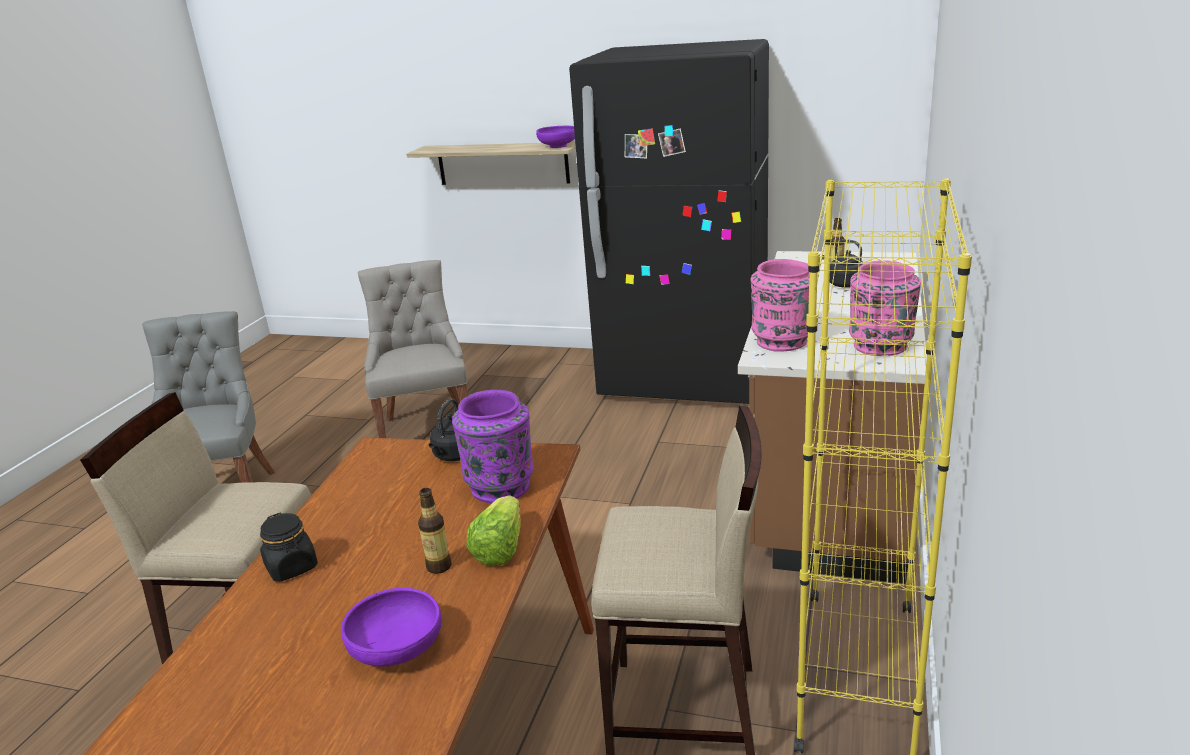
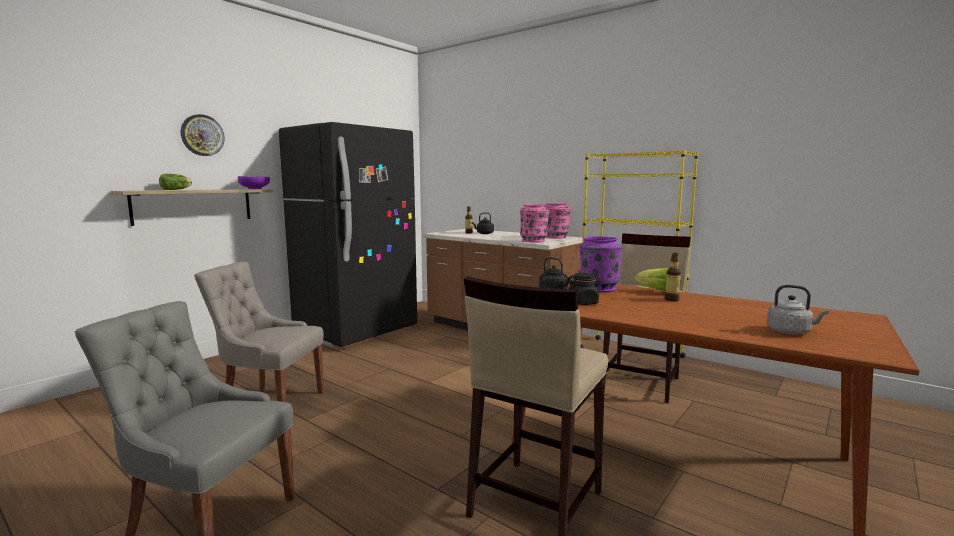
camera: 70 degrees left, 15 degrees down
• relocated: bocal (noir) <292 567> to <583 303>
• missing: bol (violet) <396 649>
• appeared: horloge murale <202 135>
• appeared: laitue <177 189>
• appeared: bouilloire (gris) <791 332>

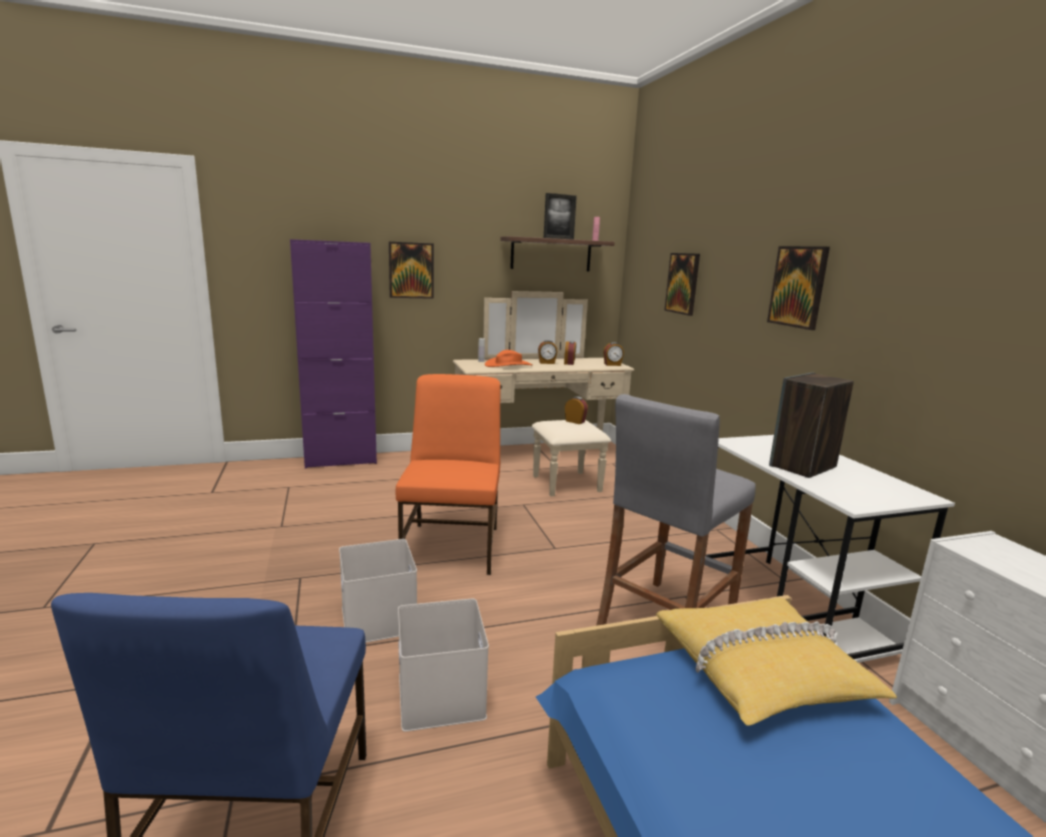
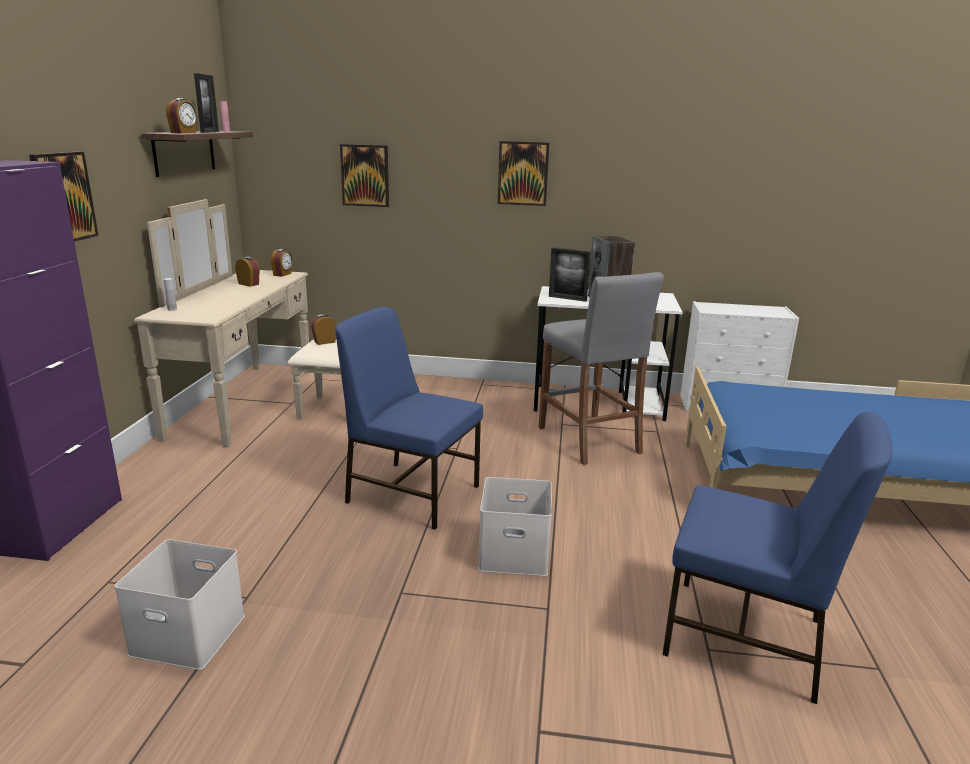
camera: 65 degrees left, 5 degrees up
• relocated: réveil <547 363> to <184 133>
• missing: chapeau (orange) <508 365>
• colour: chaise (orange) <453 546> to chaise (bleu) <411 493>
• missing: coussin (jaune) <762 670>
• relocated: boîte de rangement (blanc) <443 696> to <191 634>
• appeared: cadre photo <567 298>

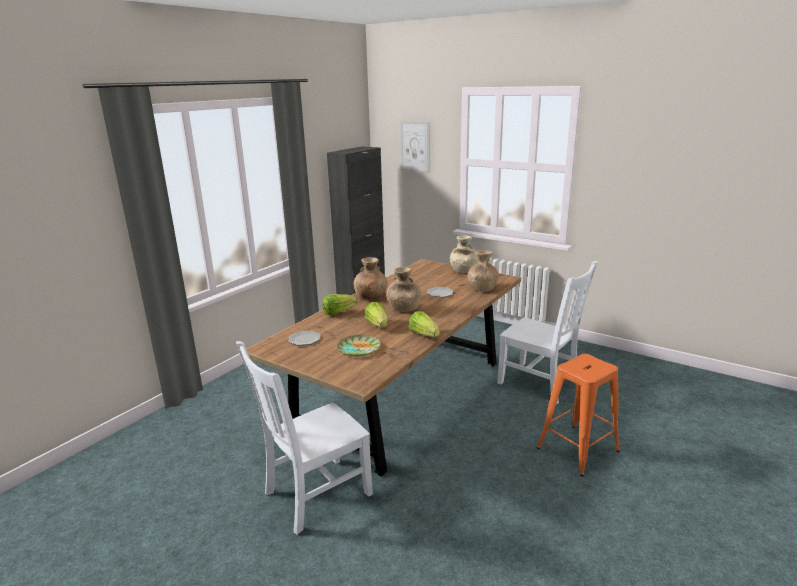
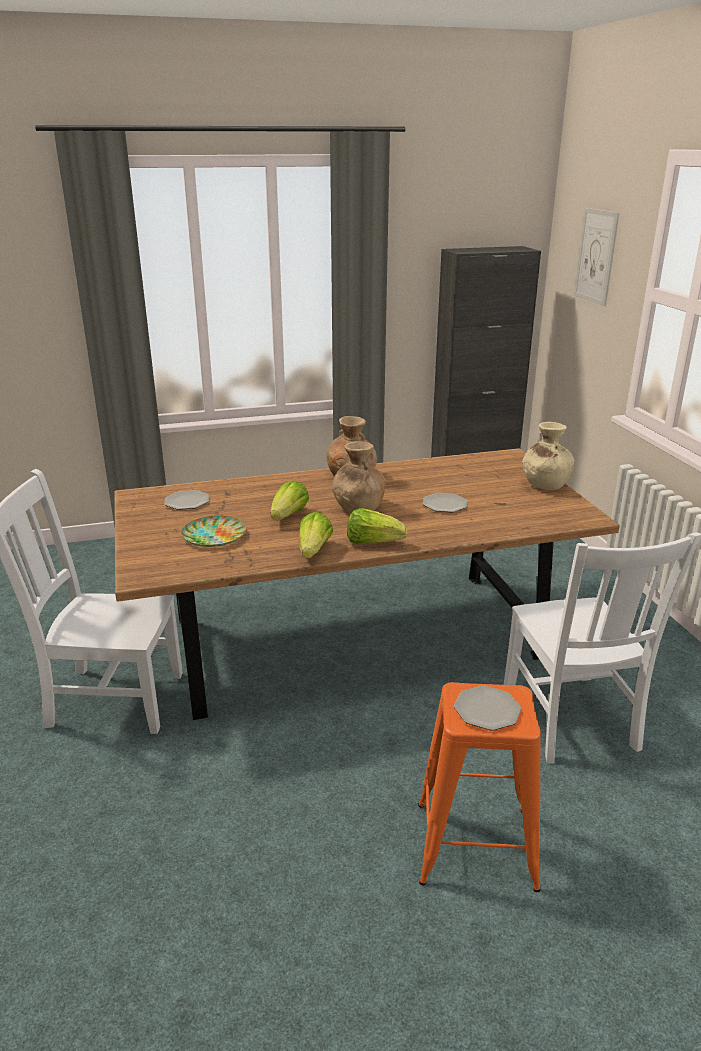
camera: 40 degrees right, 5 degrees up
• missing: vase (marron) <482 288>
• relocated: laitue <338 312> to <373 542>
• appeared: assiette <487 710>

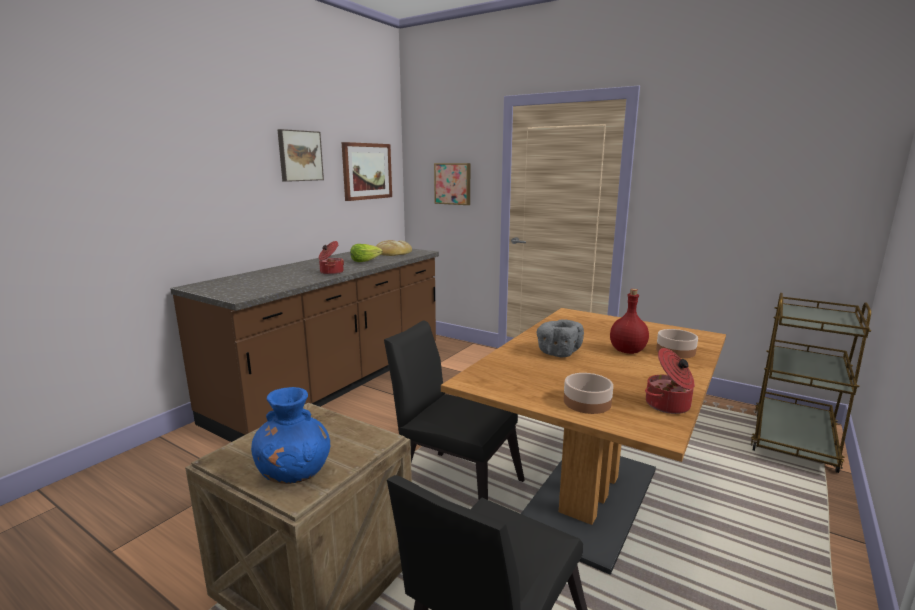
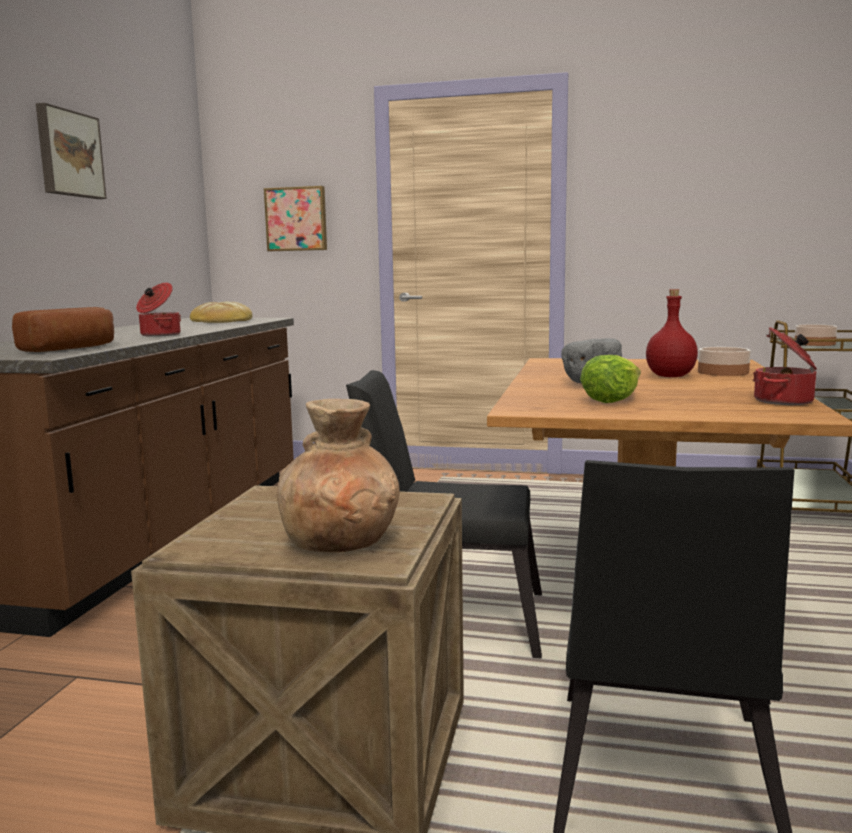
camera: 20 degrees left, 5 degrees down
• missing: tableau <367 171>
• relocated: laitue <365 261> to <611 399>
• relocated: bol <586 403> to <814 344>
• colour: vase (bleu) <294 473> to vase (marron) <341 543>
• appeared: pain <73 348>

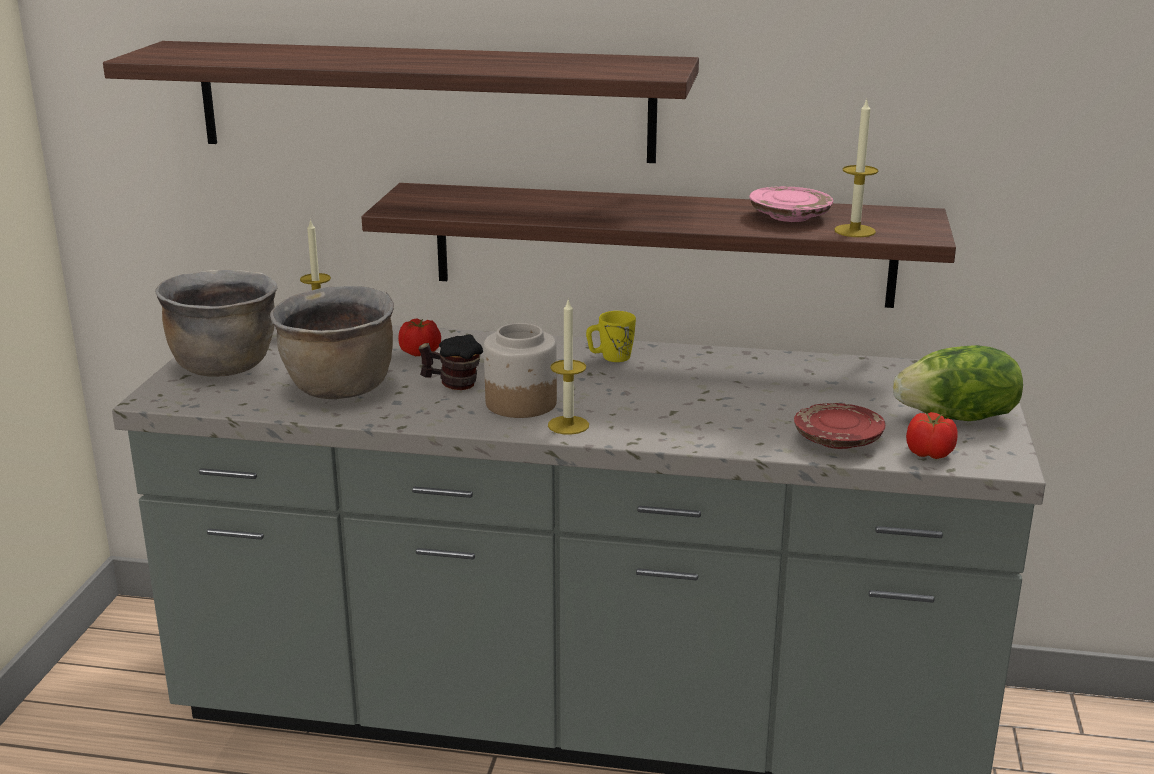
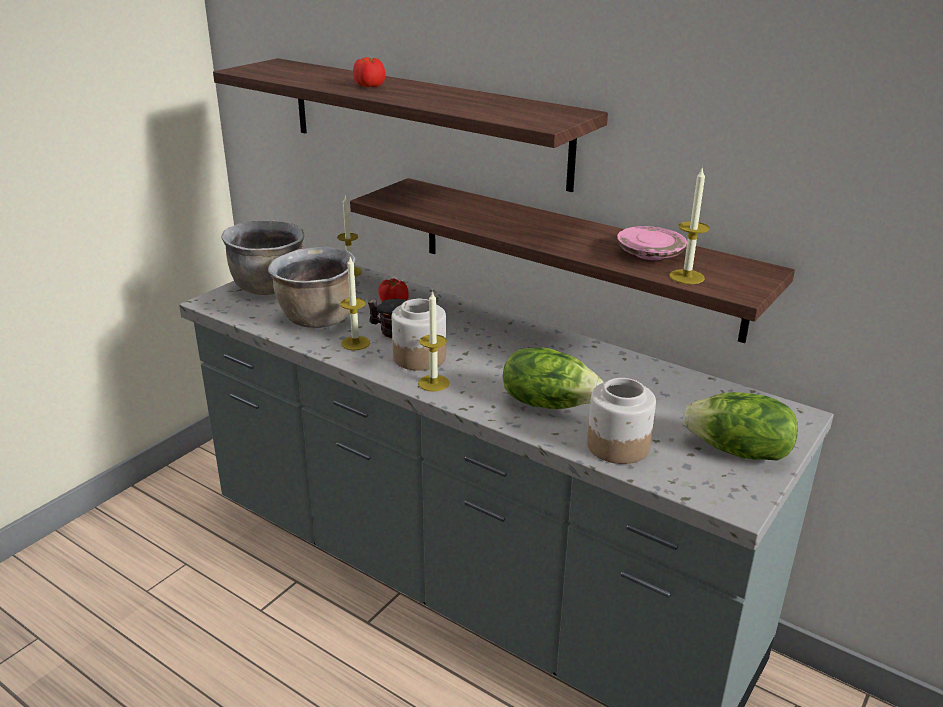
camera: 25 degrees right, 5 degrees up
• missing: mug (jaune) <610 357>
• exchanged: assiette (rouge) <837 440> to bocal <617 446>
• relocated: tomate <930 454> to <369 86>
• appeared: bougie <355 343>
• appeared: laitue <547 403>

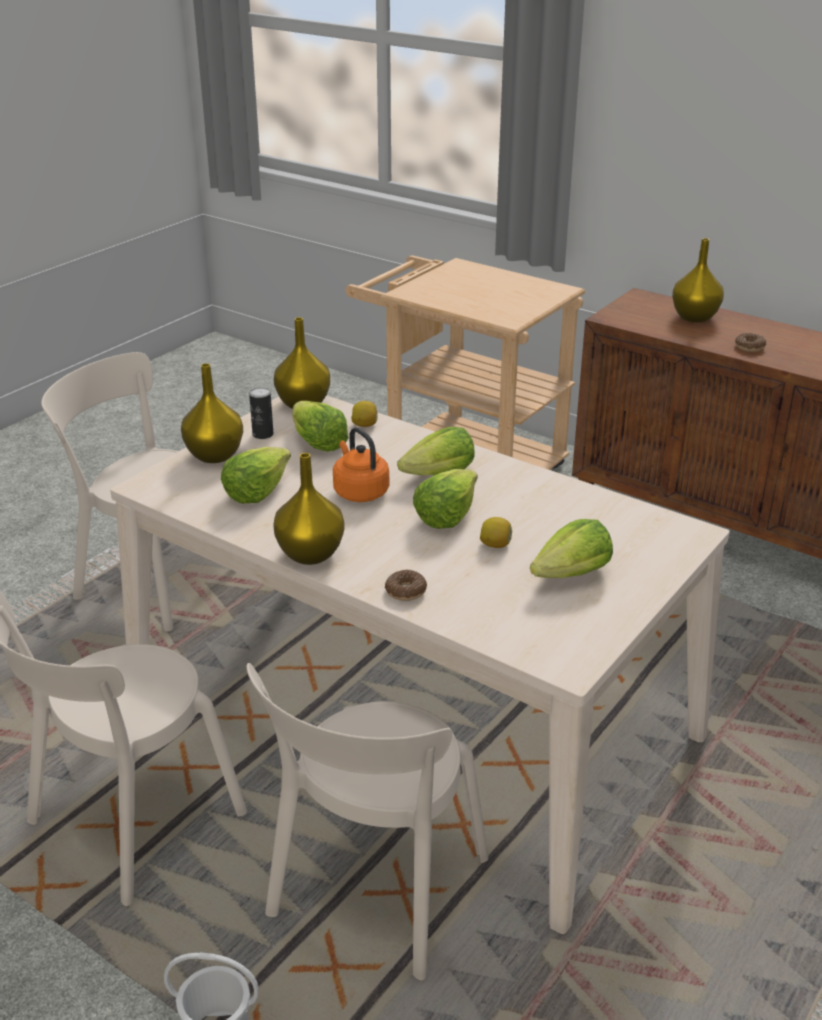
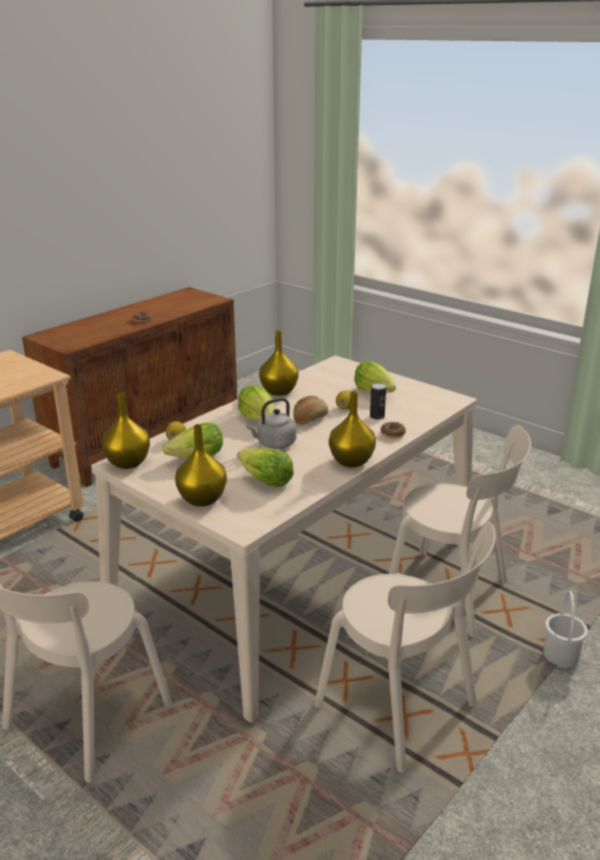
camera: 85 degrees left, 5 degrees down
• relocated: vase (jaune) <694 317> to <278 391>
• relocated: boîte métallique <263 434> to <377 416>
• colour: bouilloire (orange) <359 491> to bouilloire (gris) <274 444>
• exchanged: laitue <446 515> to pain <310 419>

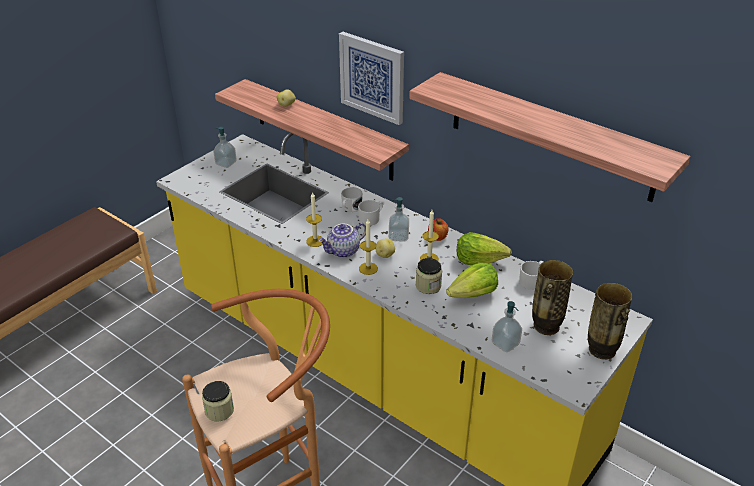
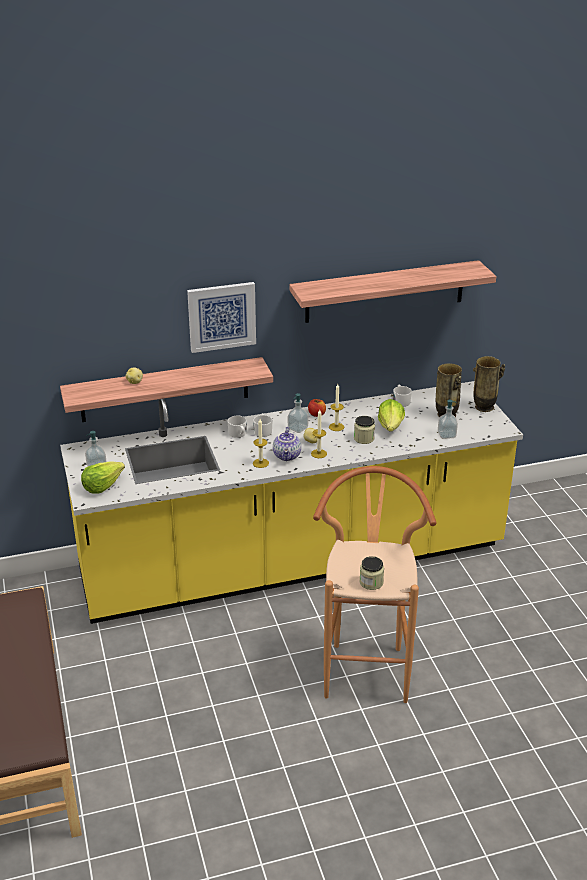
camera: 55 degrees left, 5 degrees down
• relocated: laitue <479 260> to <102 486>

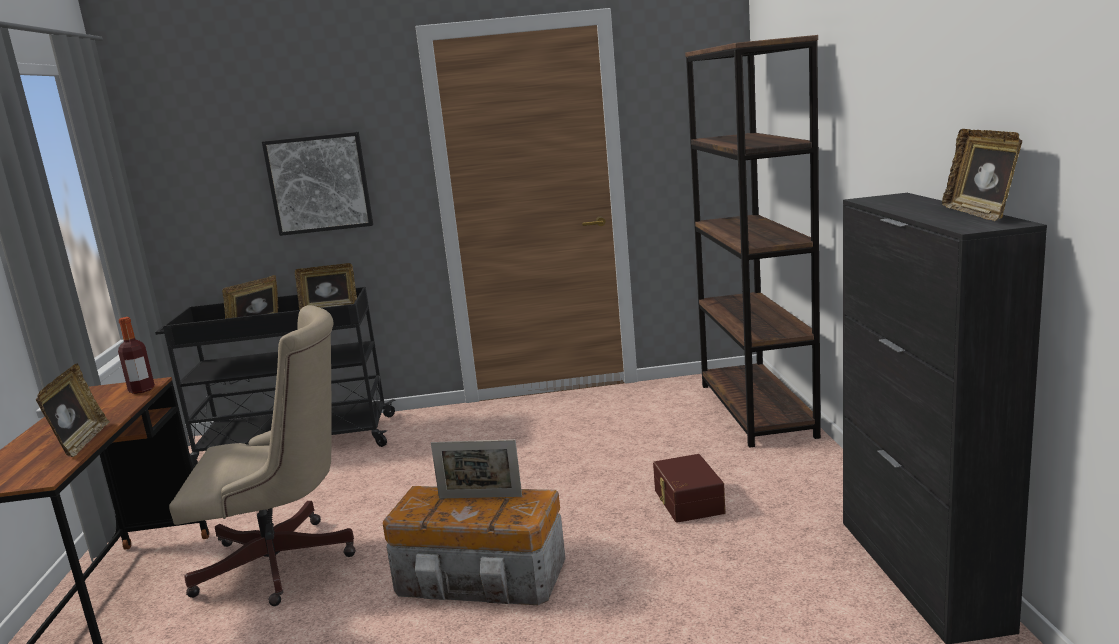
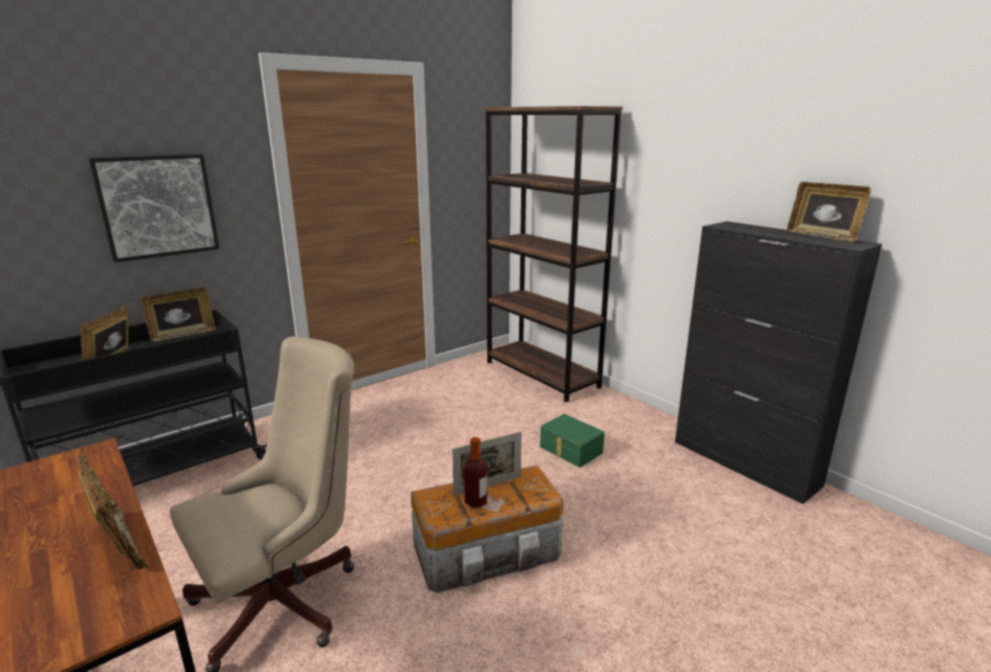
camera: 35 degrees left, 5 degrees up
• relocated: bouteille <142 390> to <476 502>
• colour: boîte de rangement (marron) <687 502> to boîte de rangement (vert) <570 450>

